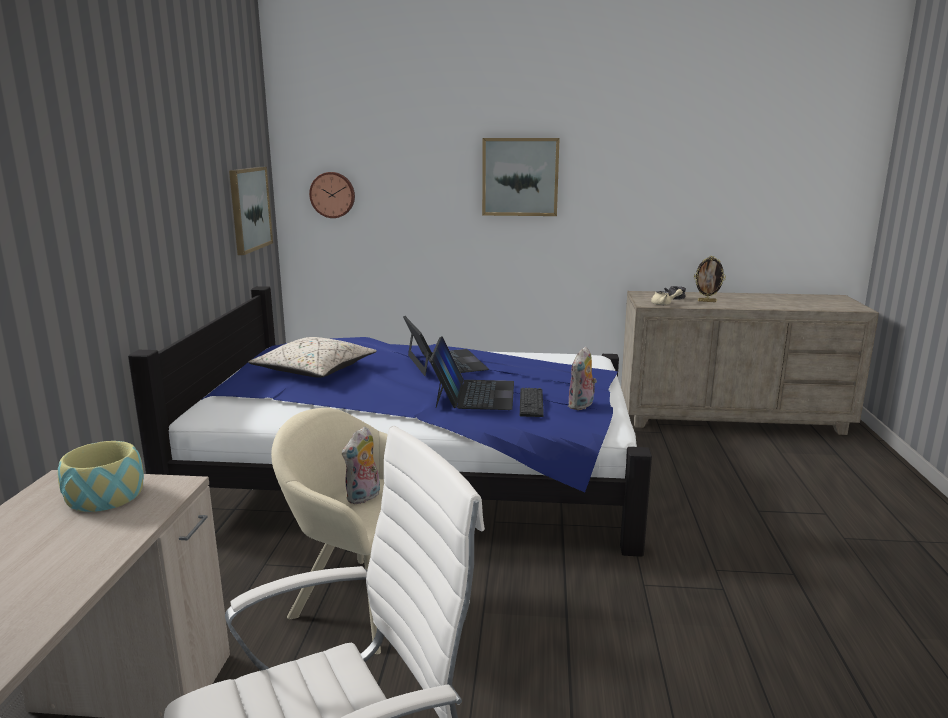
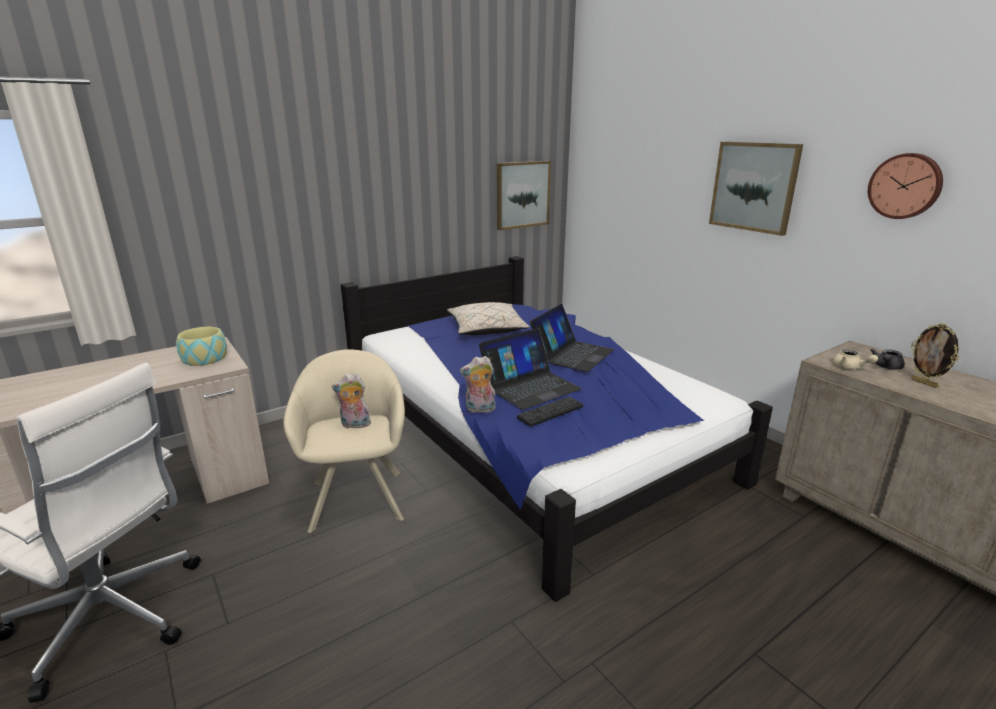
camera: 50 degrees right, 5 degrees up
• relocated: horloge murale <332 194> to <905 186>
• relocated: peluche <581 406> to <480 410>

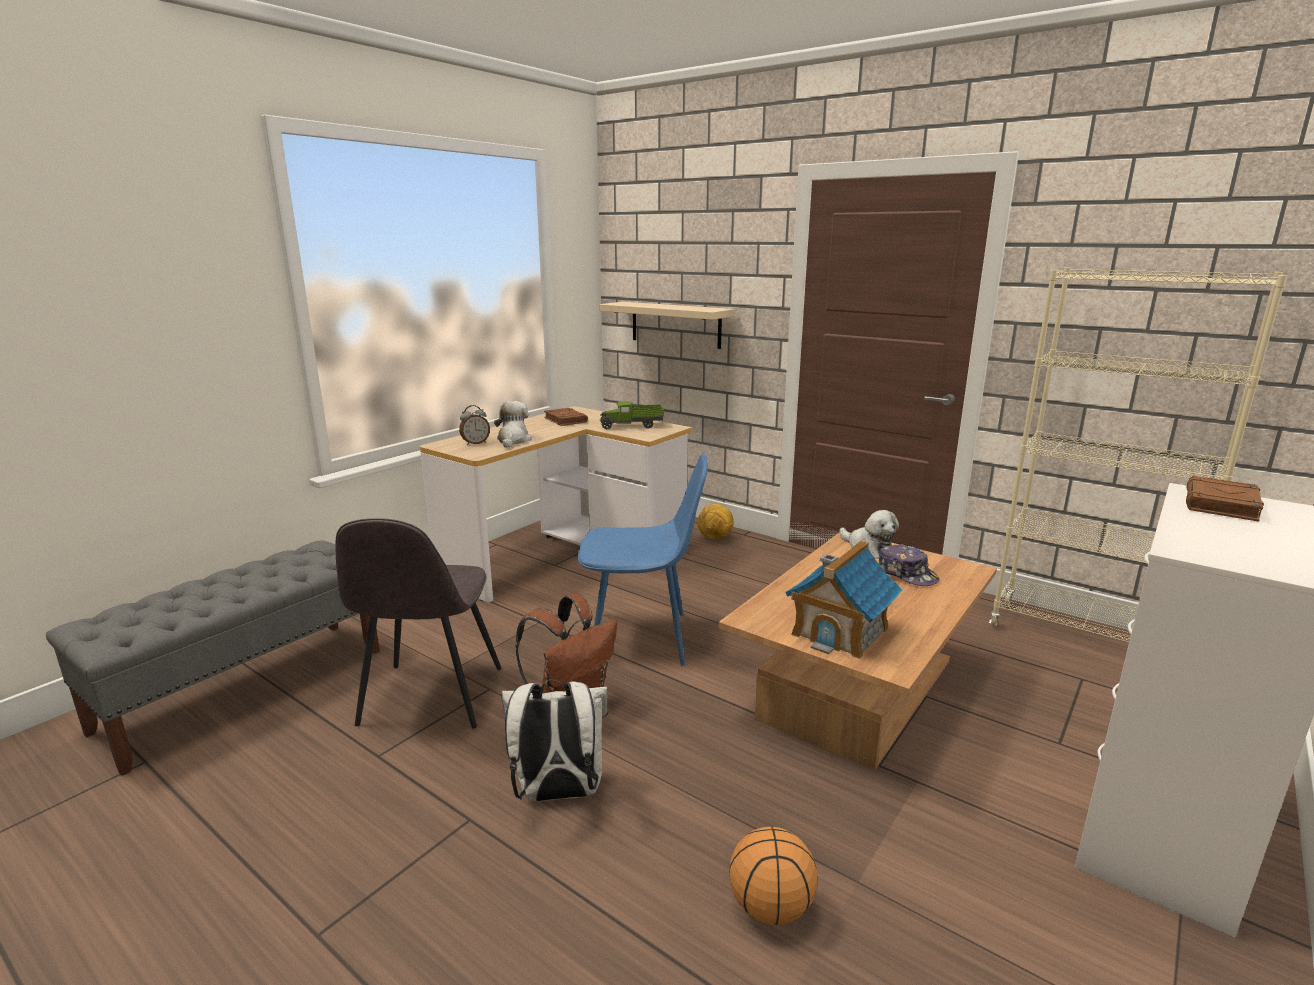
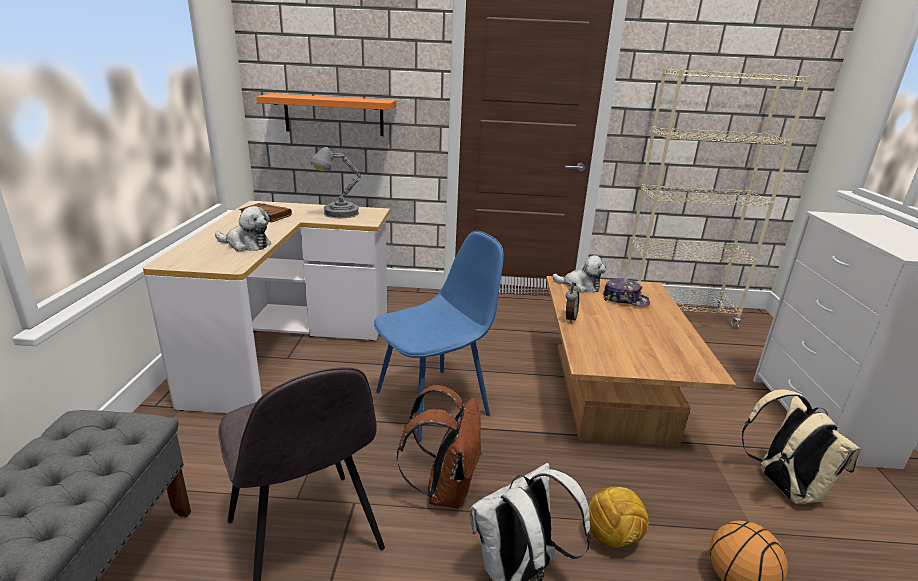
camera: 35 degrees left, 5 degrees up
• colour: étagère (beige) <675 324> to étagère (orange) <334 115>
• spun: peluche <513 440> = <246 245> 135 degrees clockwise
• exchanged: camion jouet <632 426> to lampe de table (gris) <338 214>
• relocated: réveil <475 443> to <569 318>
• missing: livre (marron) <1221 505>
• relocated: ballon de foot <715 538> to <613 537>
• missing: maison miniature <840 631>
• appeared: sac à dos (beige) <783 487>

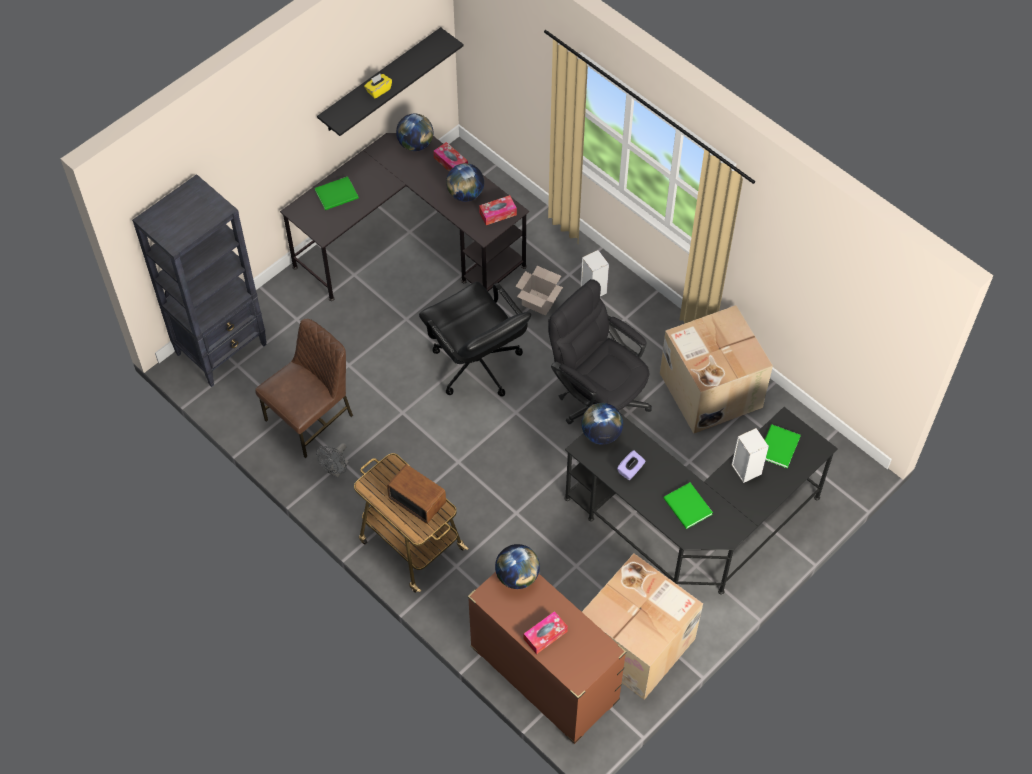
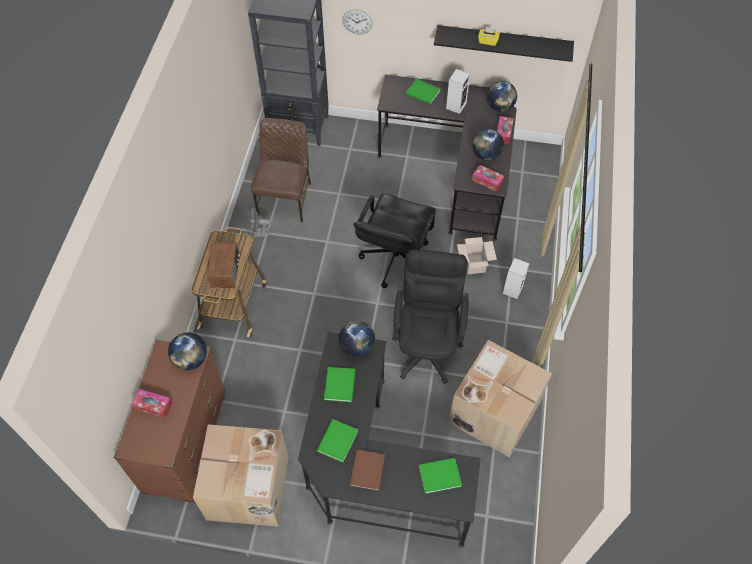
camera: 55 degrees right, 0 degrees up
• spun: chaise (marron) <311 418> = <286 198> 90 degrees counterclockwise
• relocated: enceinte <745 469> to <456 105>
• exchanged: boîte à mouchoirs (violet) <630 470> to livre (vert) <341 384>
• appeared: horloge murale <357 22>
• appeared: livre (marron) <366 471>

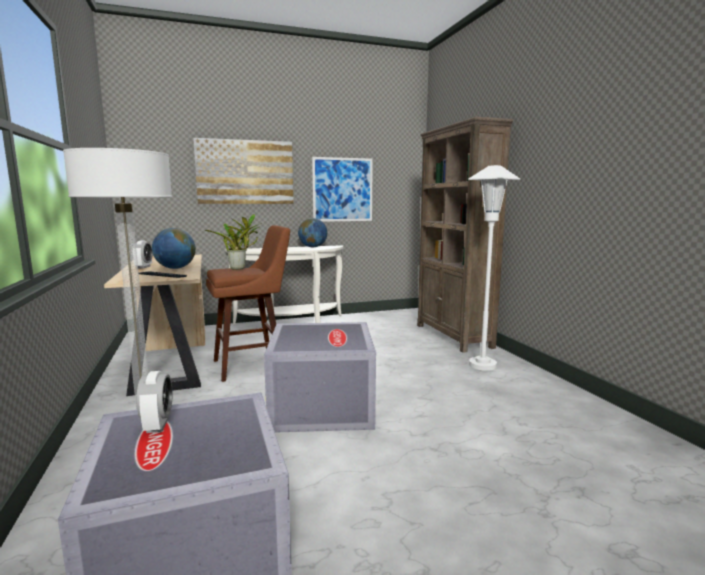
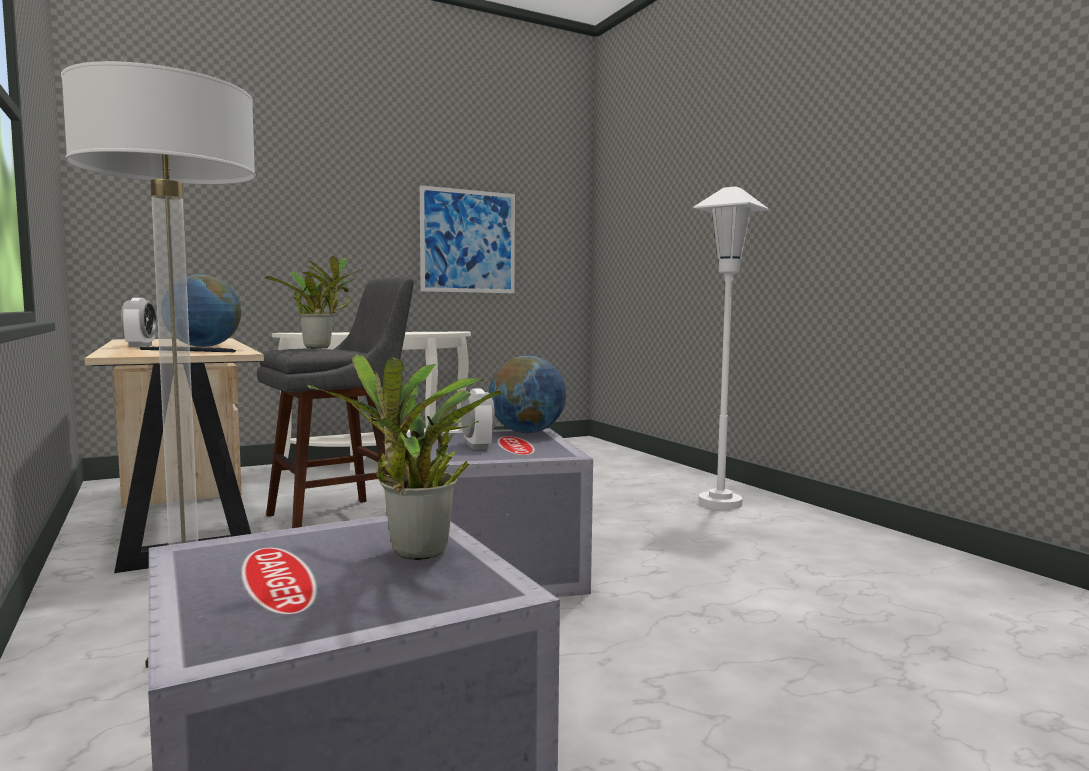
camera: 10 degrees left, 5 degrees down
• missing: bibliothèque (marron) <453 336>
• missing: tableau <245 172>
• relocated: globe <313 247> to <527 432>
• colour: tabouret (marron) <252 365> to tabouret (gris) <340 518>
• relocated: réveil <157 425> to <477 446>
• appeared: plante en pot <415 555>

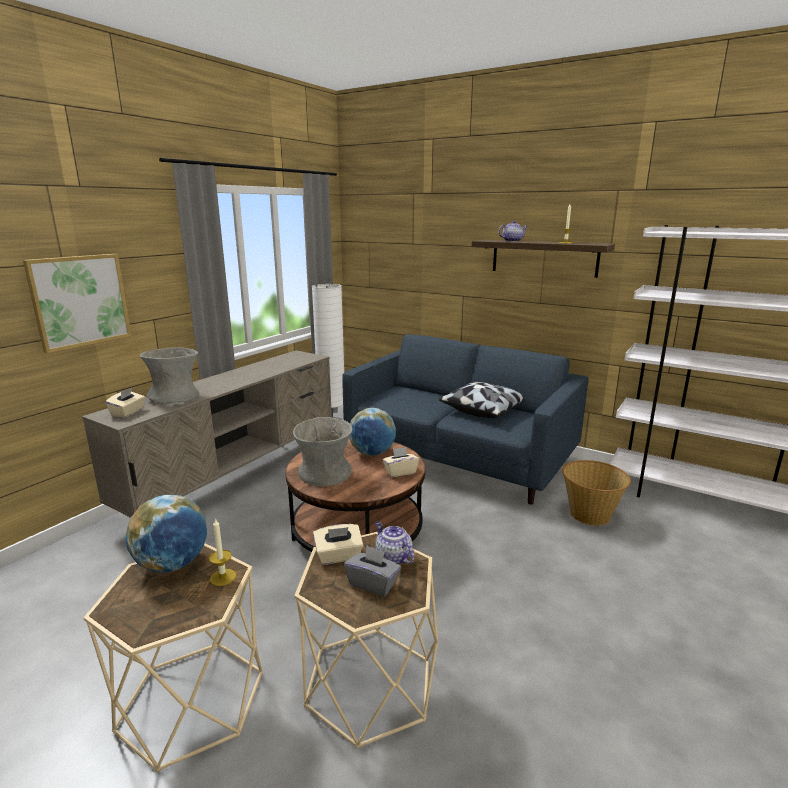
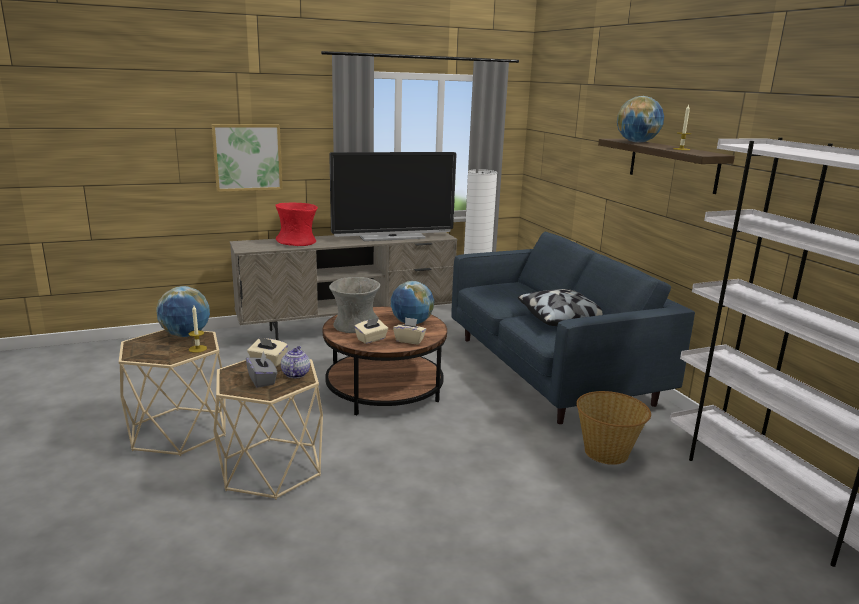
camera: 35 degrees right, 0 degrees up
• exchanged: théière <512 241> to globe <637 142>
• colour: vase (gris) <175 396> to vase (rouge) <297 242>
• relocated: boîte à mouchoirs (beige) <128 412> to <371 339>
• appeared: téléviseur <392 237>

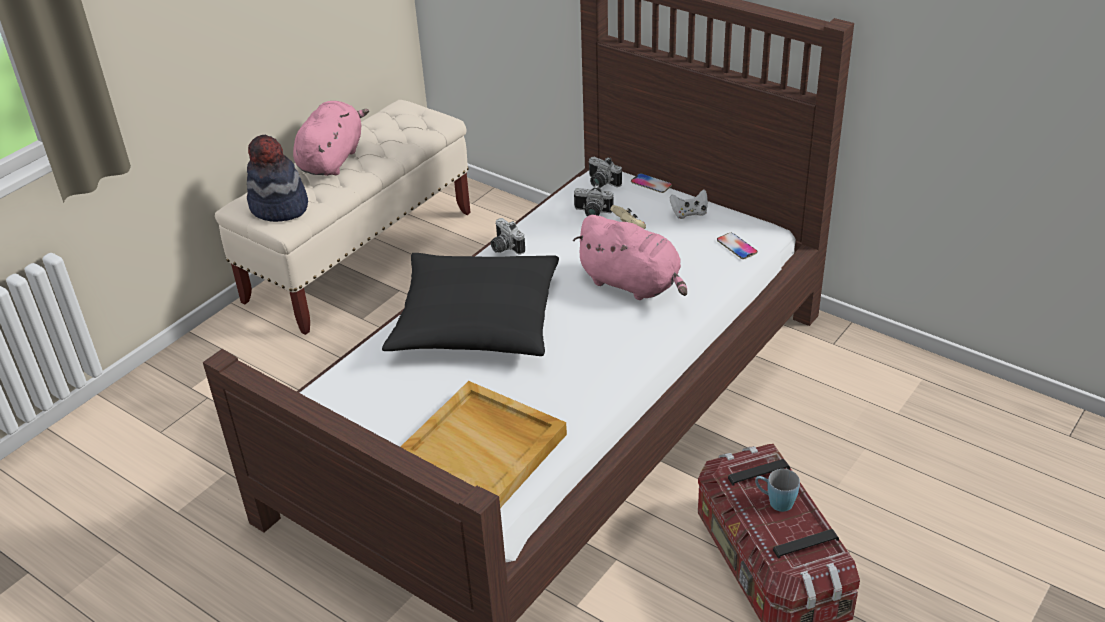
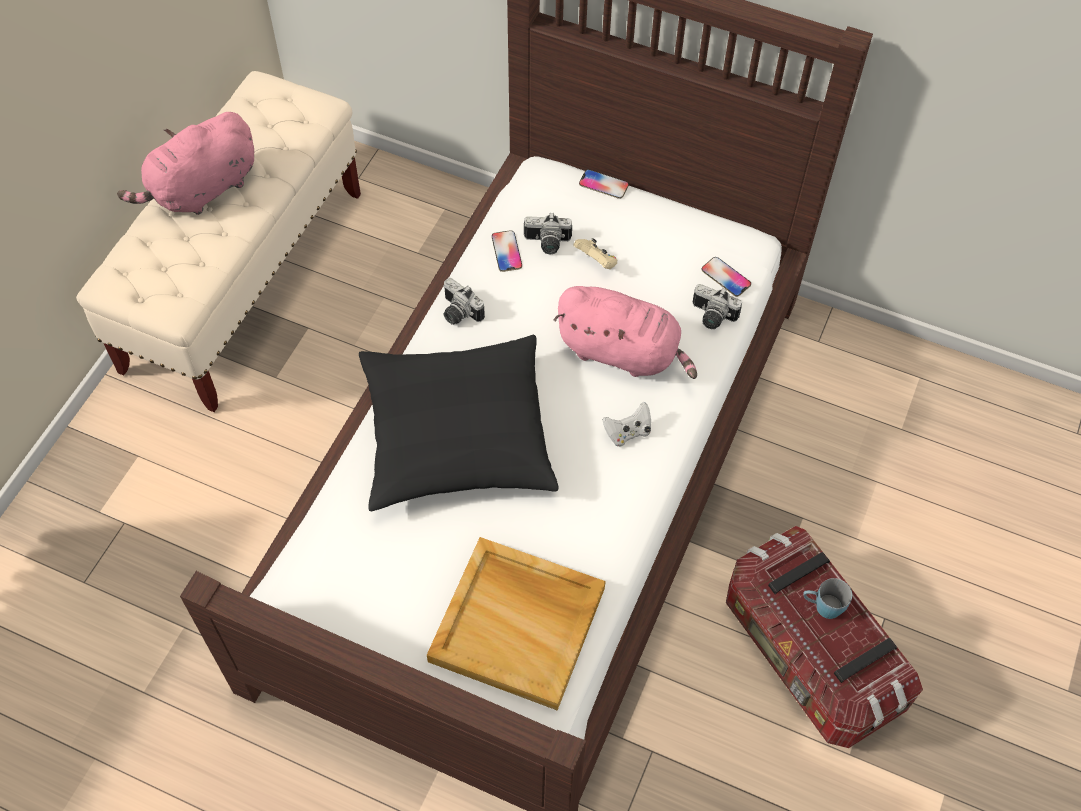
camera: 15 degrees left, 20 degrees up
• spun: peluche (rose) <332 159> = <202 190> 135 degrees counterclockwise
• missing: chapeau <279 207>
• relocated: appareil photo <600 183> to <711 317>
• relocated: manette (blanc) <689 213> to <628 432>
• appeared: téléphone <506 251>

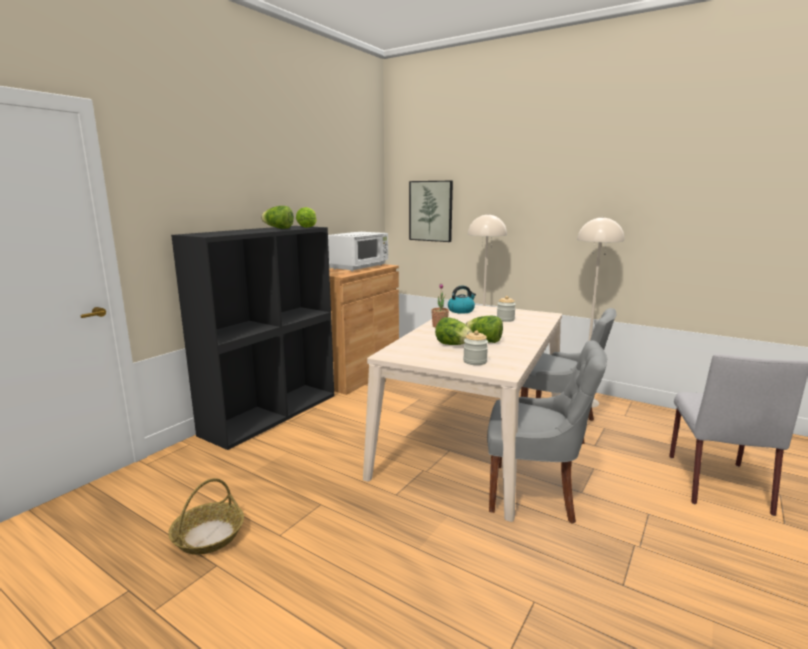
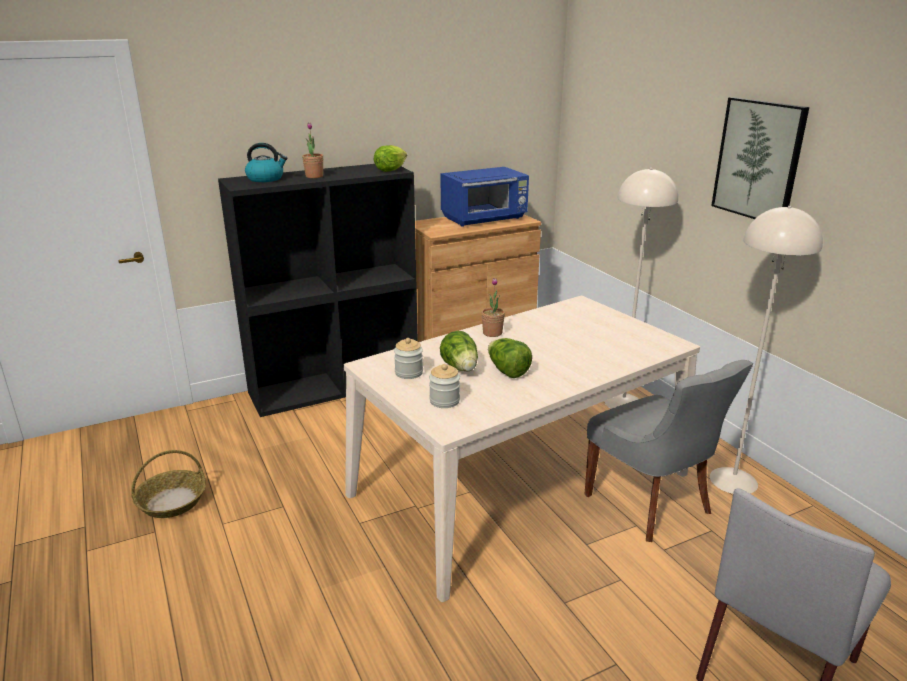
camera: 30 degrees right, 10 degrees up
• relocated: tableau <431 211> to <759 160>
• missing: laitue <278 228>
• colour: micro-ondes (blanc) <359 267> to micro-ondes (bleu) <485 218>
• relocated: bouilloire <461 310> to <266 179>
• relocated: bocal <505 319> to <409 373>
• missing: chaise (gris) <535 493>
• appeared: plante en pot <314 176>

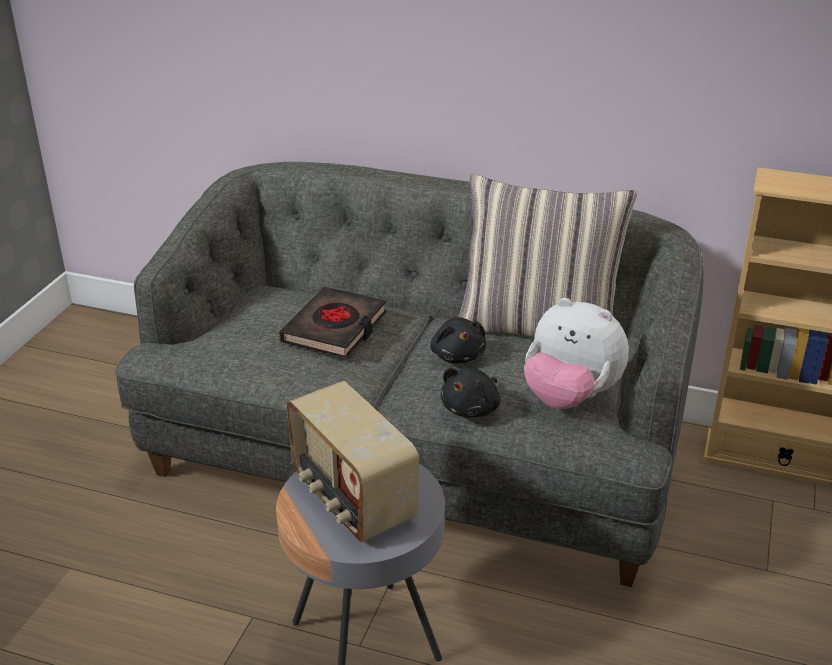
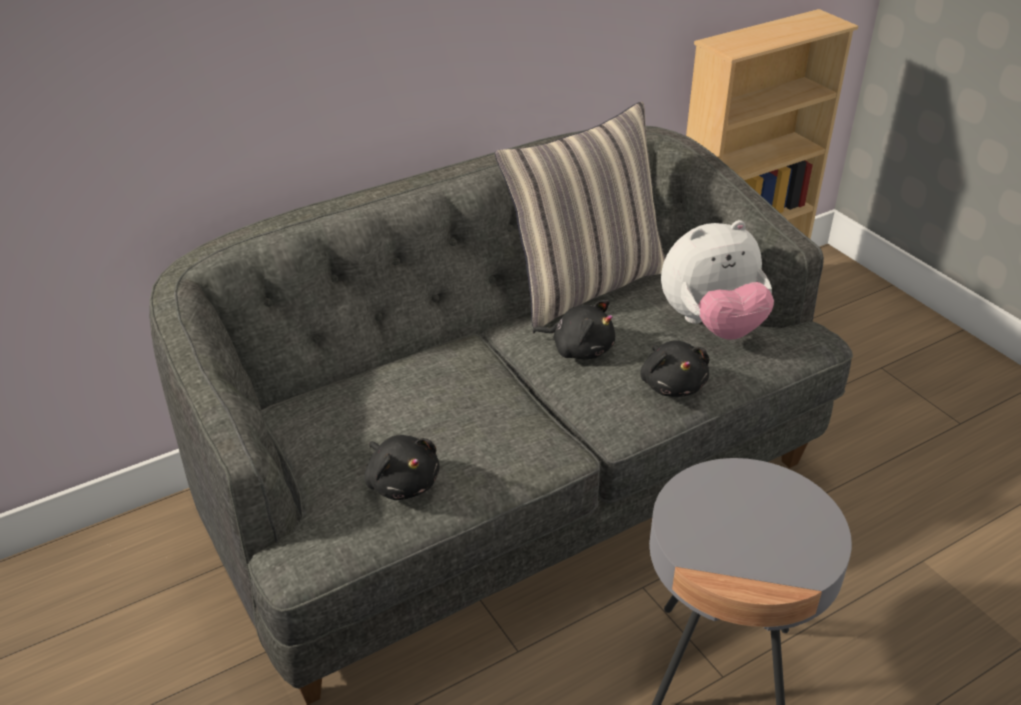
camera: 50 degrees left, 5 degrees up
• missing: livre (noir) <335 329>
• missing: radio <351 499>
• appeared: peluche (noir) <402 482>

